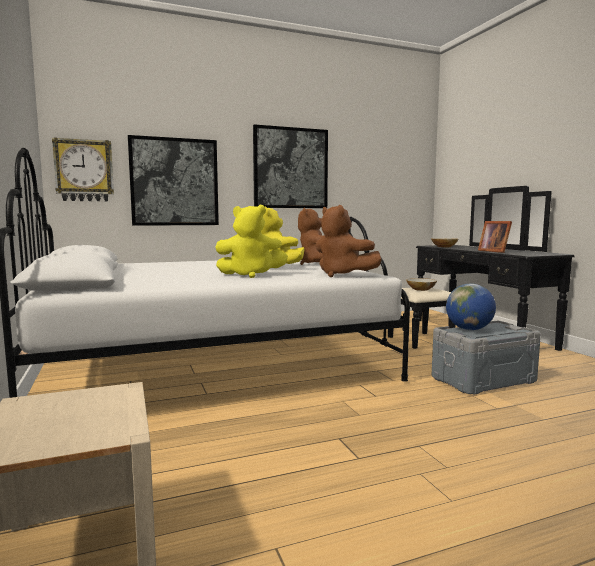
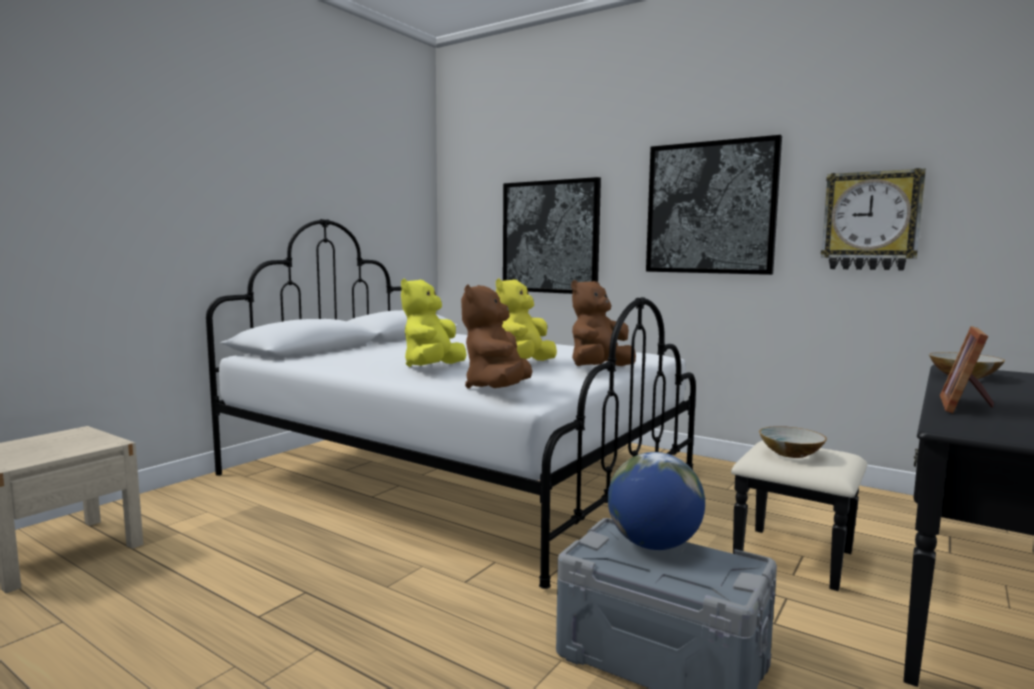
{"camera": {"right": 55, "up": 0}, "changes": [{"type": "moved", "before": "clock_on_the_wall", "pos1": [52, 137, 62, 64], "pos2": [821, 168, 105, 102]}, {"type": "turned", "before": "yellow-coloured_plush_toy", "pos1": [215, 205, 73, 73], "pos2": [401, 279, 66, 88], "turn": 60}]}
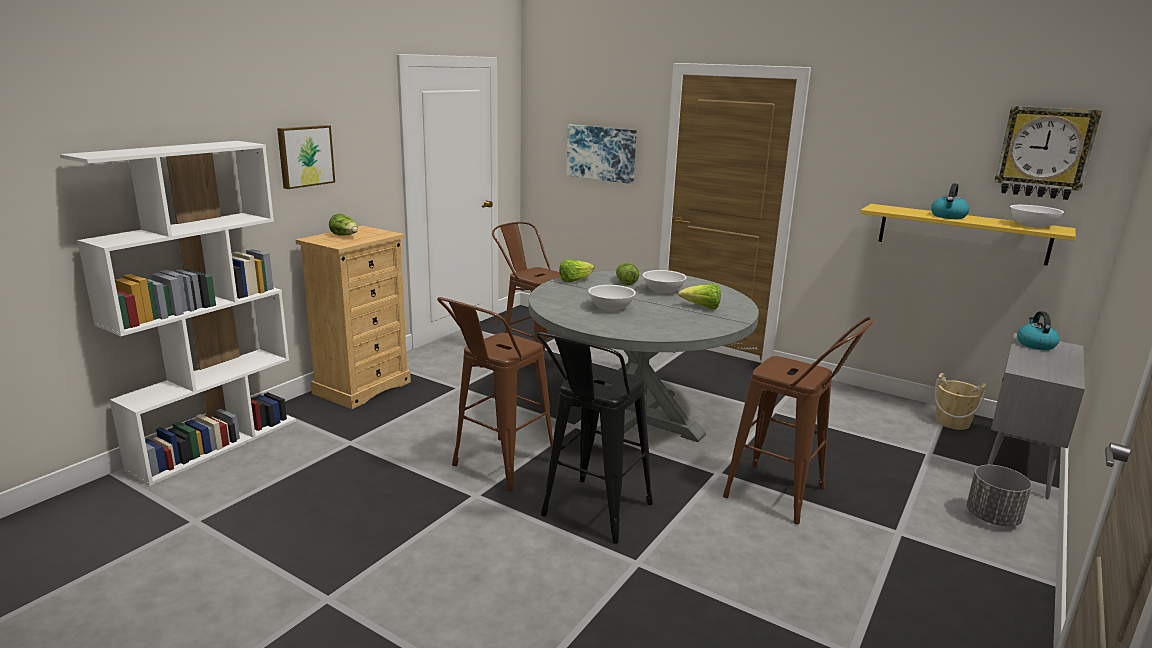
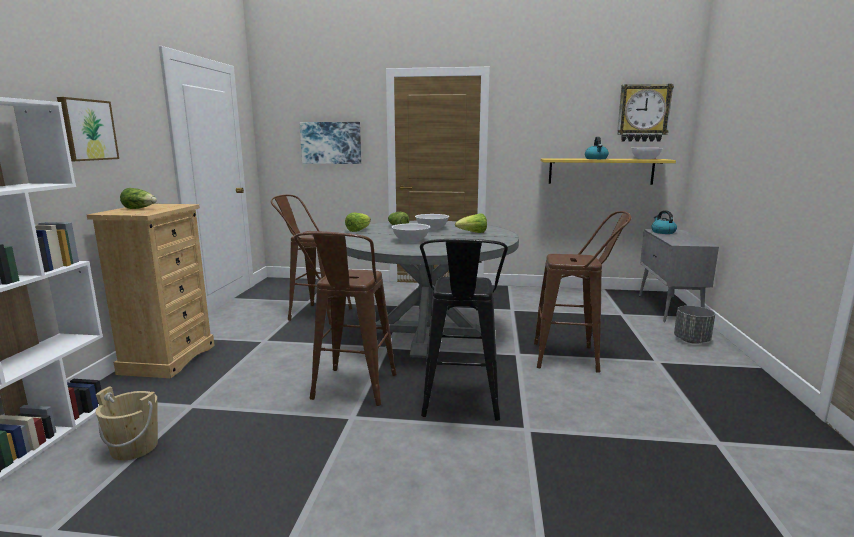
{"camera": {"right": -25, "up": -5}, "changes": [{"type": "moved", "before": "sand-coloured_bucket", "pos1": [935, 373, 51, 57], "pos2": [96, 386, 62, 75]}]}
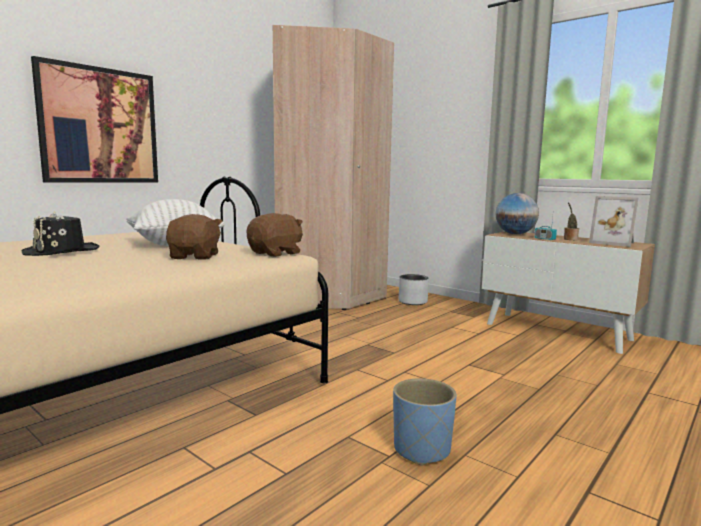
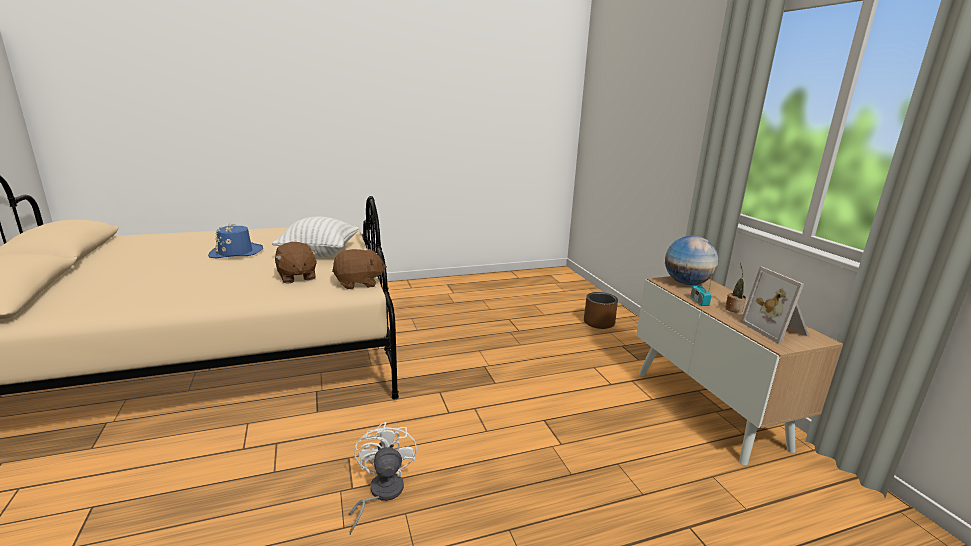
{"camera": {"right": 30, "up": 10}, "changes": [{"type": "removed", "before": "sand-coloured_clothes_cupboard", "pos1": [273, 25, 121, 285]}, {"type": "removed", "before": "picture", "pos1": [31, 56, 127, 127]}, {"type": "recoloured", "before": "blackish_clothing_hat", "after": "bluish_clothing_hat", "pos1": [22, 211, 77, 45], "pos2": [208, 224, 55, 34]}, {"type": "turned", "before": "brown-coloured_plush_toy", "pos1": [166, 214, 57, 46], "pos2": [275, 242, 43, 42], "turn": 120}, {"type": "recoloured", "before": "grey_planter", "after": "brown-coloured_planter", "pos1": [399, 274, 29, 31], "pos2": [584, 292, 34, 37]}, {"type": "replaced", "before": "bluish_planter", "after": "whitish_cooling_fan", "pos1": [393, 378, 64, 88], "pos2": [349, 422, 68, 113]}]}
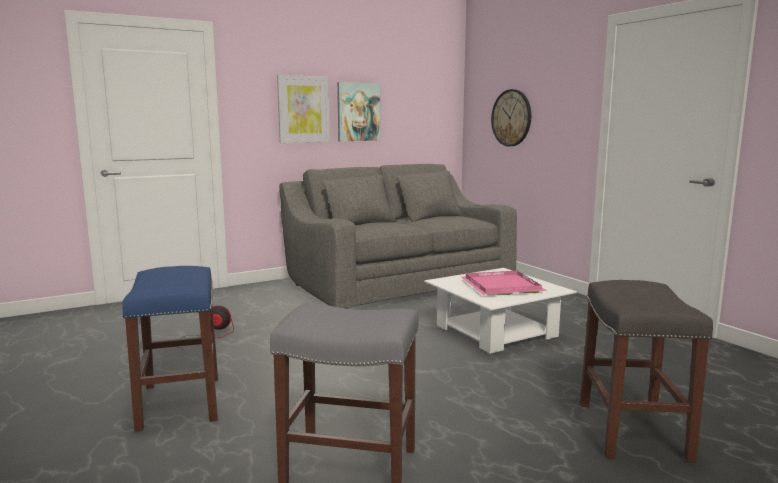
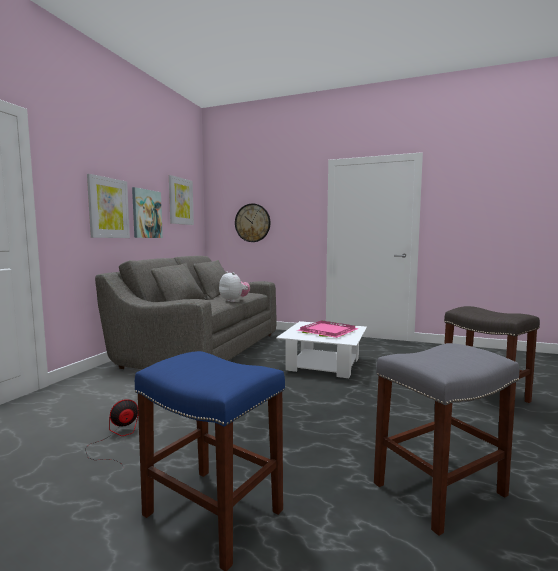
{"camera": {"right": -40, "up": -5}, "changes": [{"type": "added", "after": "picture", "pos2": [169, 175, 25, 50]}, {"type": "added", "after": "plush_toy", "pos2": [219, 271, 31, 31]}]}
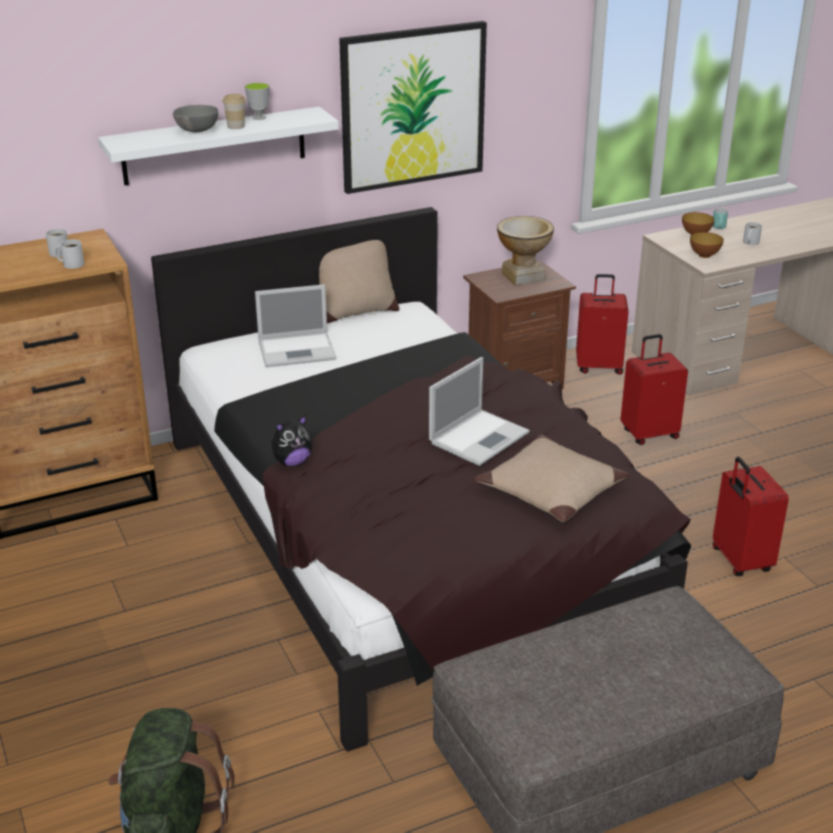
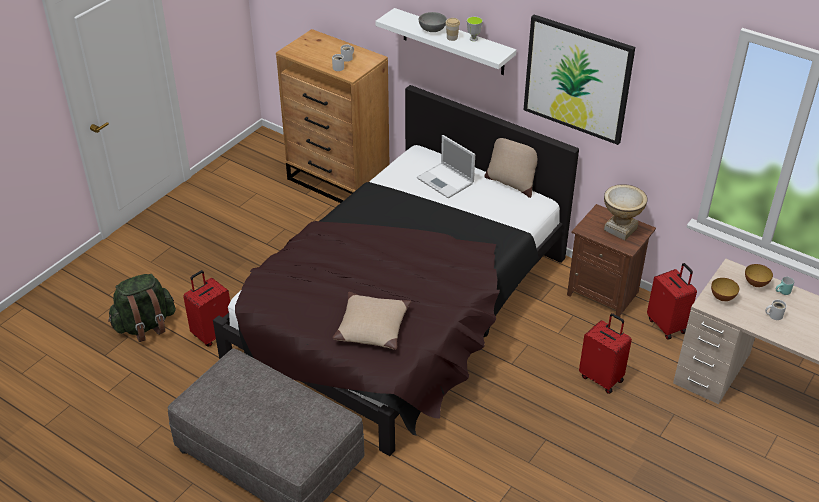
{"camera": {"right": 60, "up": 10}, "changes": [{"type": "removed", "before": "portable_computer", "pos1": [429, 357, 101, 109]}, {"type": "removed", "before": "plush_toy", "pos1": [271, 416, 42, 50]}, {"type": "moved", "before": "red_suitcase", "pos1": [713, 457, 76, 119], "pos2": [183, 270, 47, 76]}]}
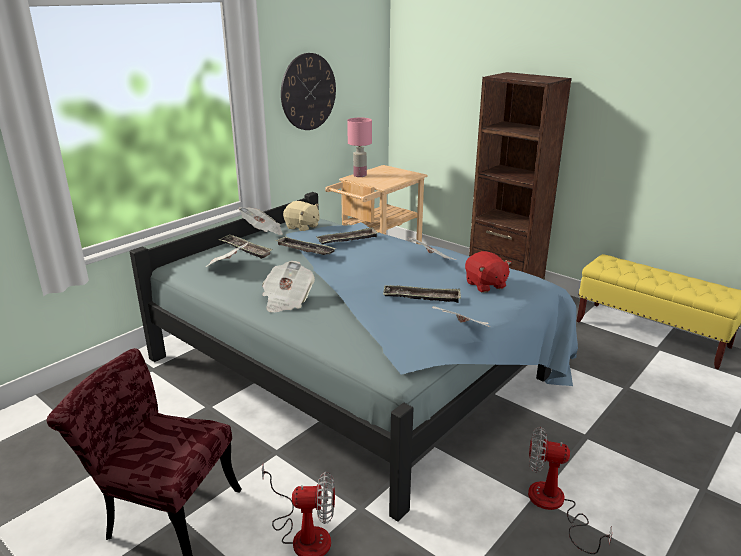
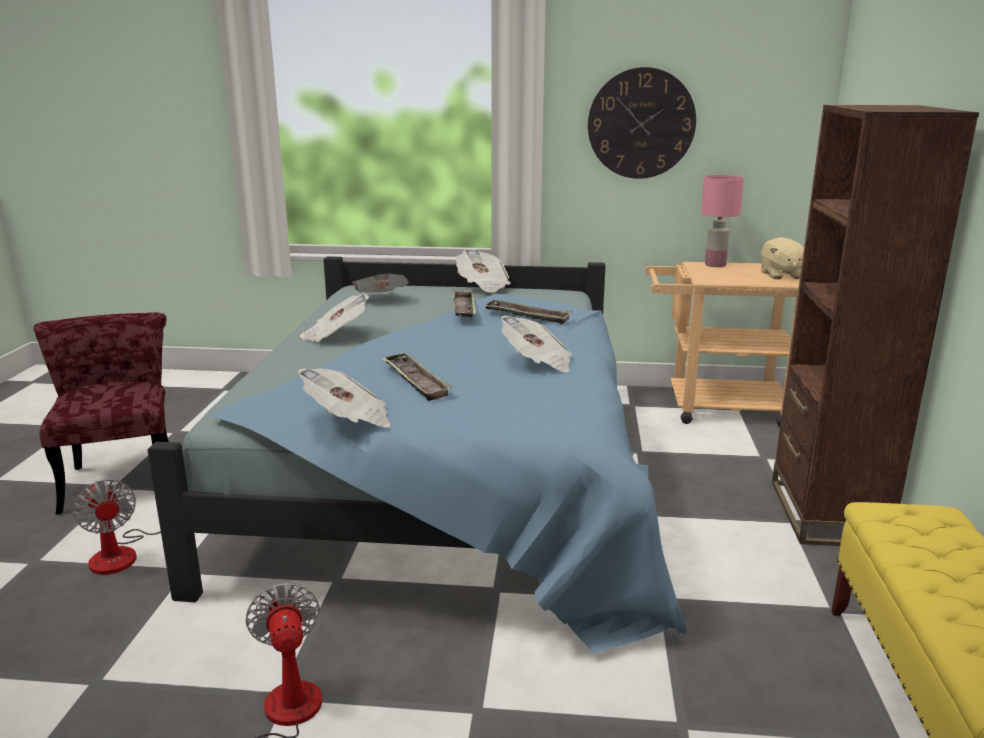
{"camera": {"right": 55, "up": -5}, "changes": [{"type": "moved", "before": "sand-coloured_plush_toy", "pos1": [283, 201, 37, 30], "pos2": [761, 237, 43, 42]}, {"type": "removed", "before": "tray", "pos1": [219, 235, 54, 24]}, {"type": "removed", "before": "red_plush_toy", "pos1": [465, 251, 47, 42]}]}
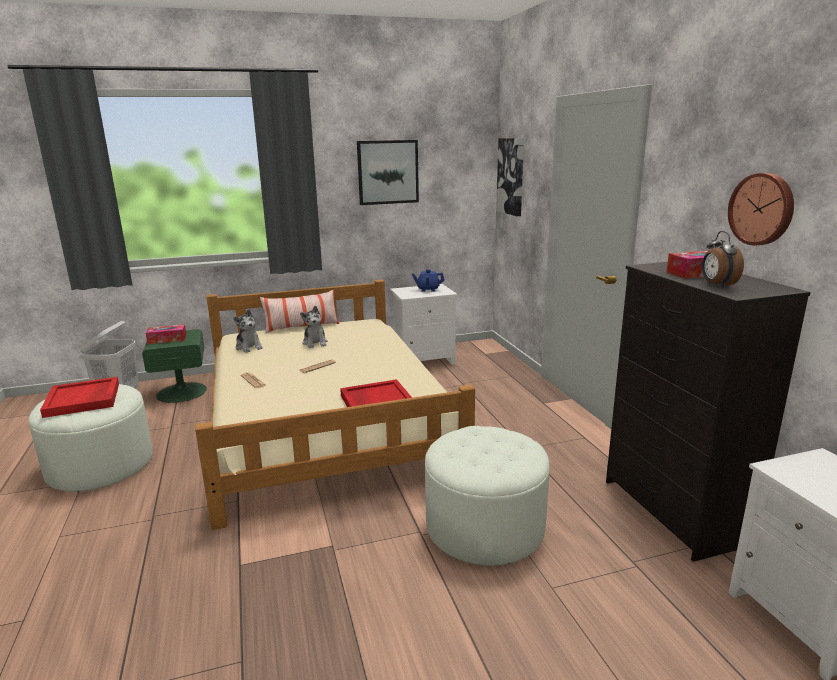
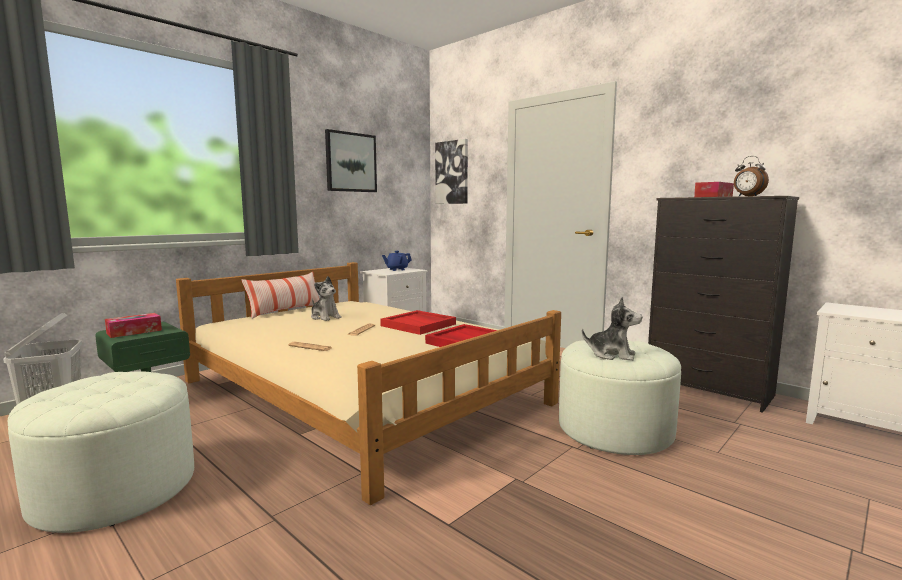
{"camera": {"right": -30, "up": -10}, "changes": [{"type": "removed", "before": "clock_on_the_wall", "pos1": [728, 173, 66, 72]}, {"type": "moved", "before": "plush_toy", "pos1": [234, 309, 29, 44], "pos2": [582, 297, 60, 64]}, {"type": "moved", "before": "red_tray", "pos1": [40, 377, 79, 41], "pos2": [380, 310, 76, 25]}]}
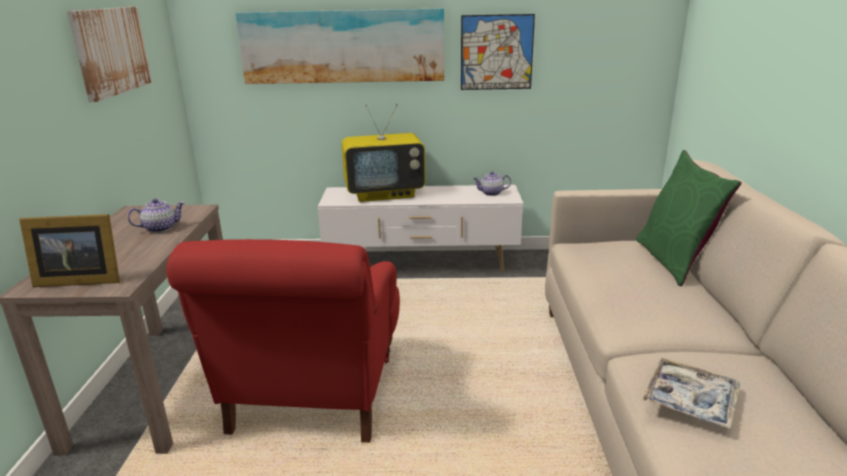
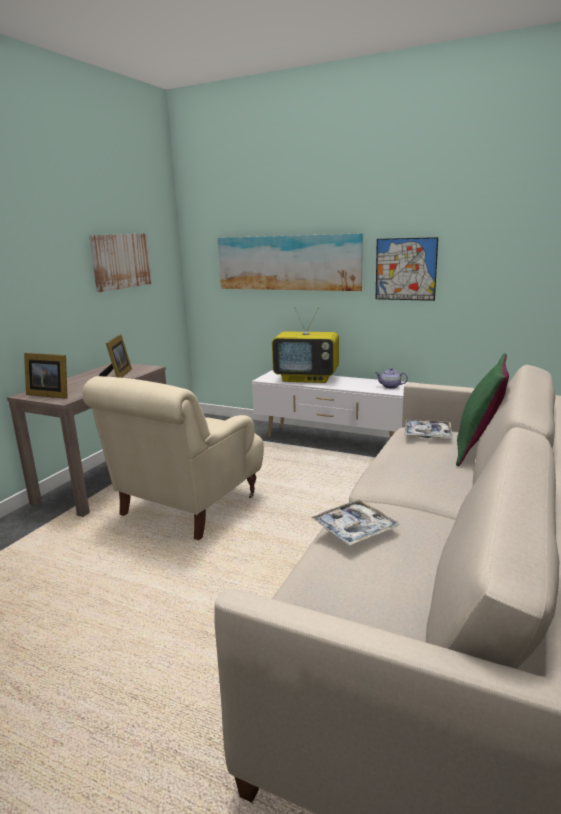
{"camera": {"right": 25, "up": -5}, "changes": [{"type": "replaced", "before": "teapot", "after": "standing_frame", "pos1": [127, 198, 58, 35], "pos2": [99, 334, 33, 44]}, {"type": "recoloured", "before": "red_easy_chair", "after": "sand-coloured_easy_chair", "pos1": [166, 239, 234, 204], "pos2": [82, 376, 182, 164]}, {"type": "added", "after": "tray", "pos2": [405, 420, 48, 18]}]}
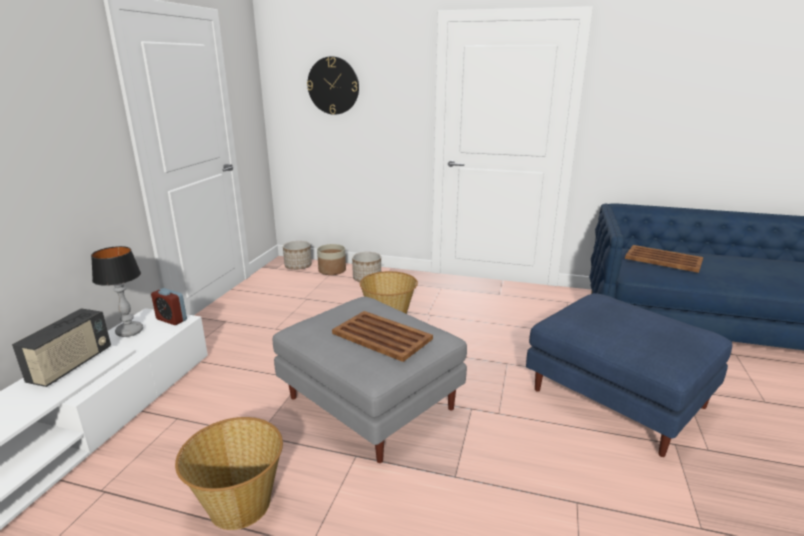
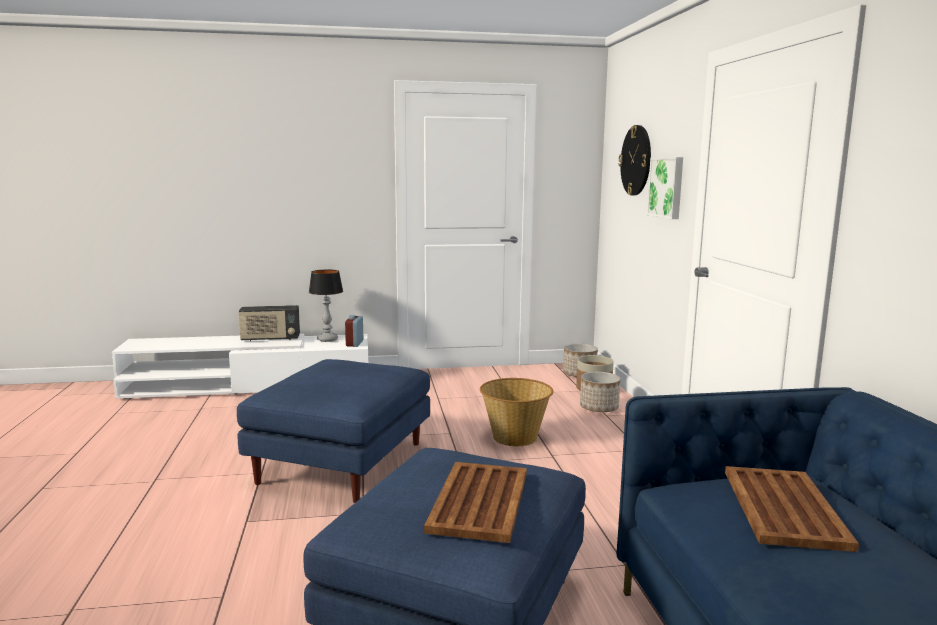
{"camera": {"right": 65, "up": -10}, "changes": [{"type": "recoloured", "before": "grey_pouffe", "after": "bluish_pouffe", "pos1": [273, 297, 194, 166], "pos2": [237, 359, 193, 144]}, {"type": "moved", "before": "brown-coloured_tray", "pos1": [332, 311, 101, 51], "pos2": [424, 462, 103, 81]}, {"type": "removed", "before": "basket", "pos1": [175, 417, 108, 113]}, {"type": "added", "after": "picture", "pos2": [647, 157, 36, 62]}]}
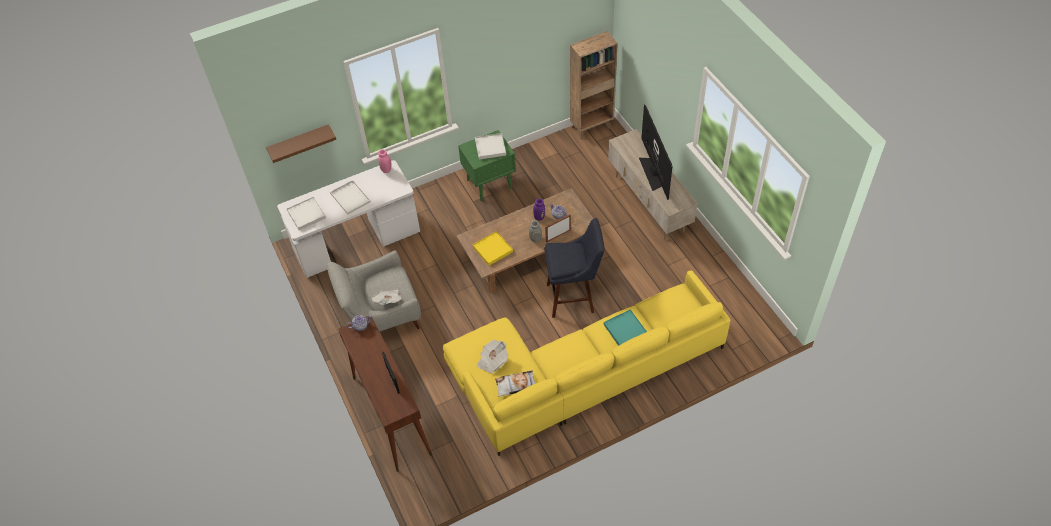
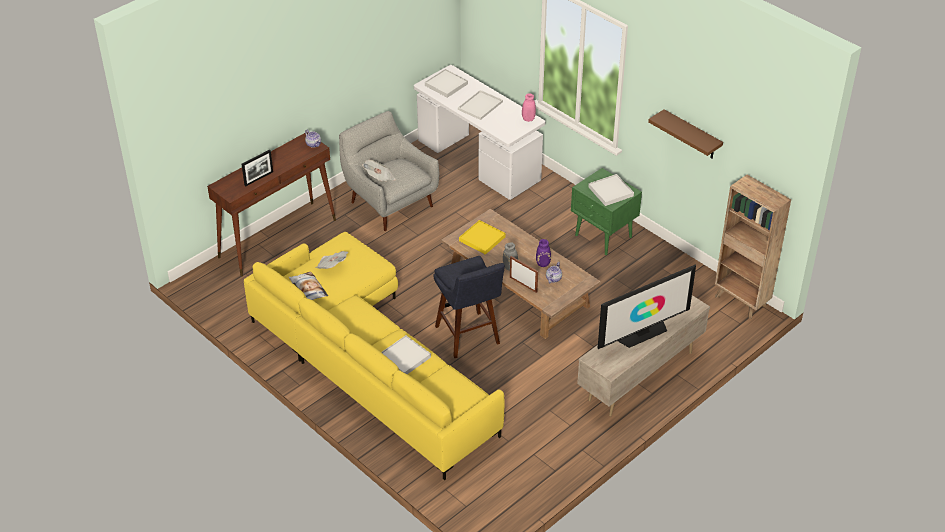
{"camera": {"right": 70, "up": -10}, "changes": [{"type": "moved", "before": "brown-coloured_bracket_shelf", "pos1": [266, 124, 70, 39], "pos2": [648, 109, 75, 50]}, {"type": "recoloured", "before": "blue-green_tray", "after": "whitish_tray", "pos1": [604, 309, 43, 37], "pos2": [381, 335, 50, 39]}]}
